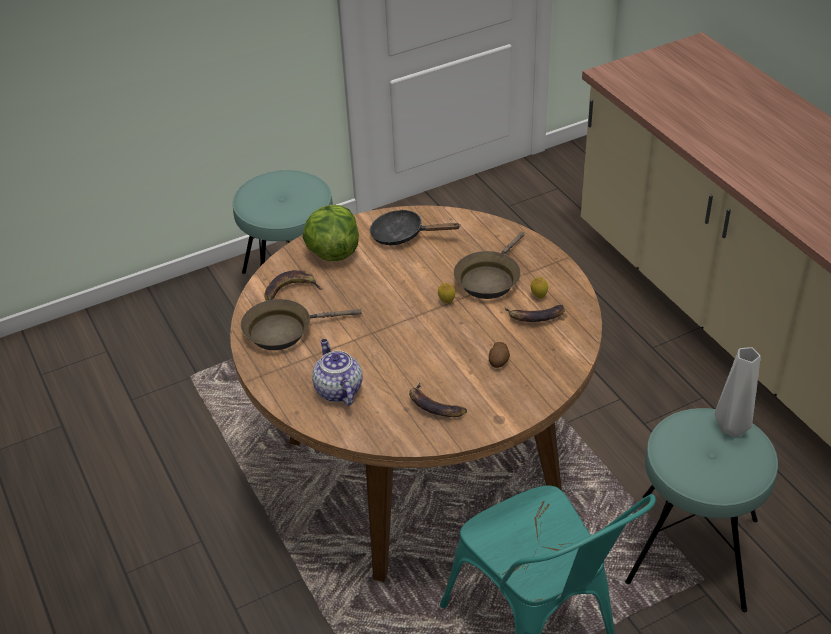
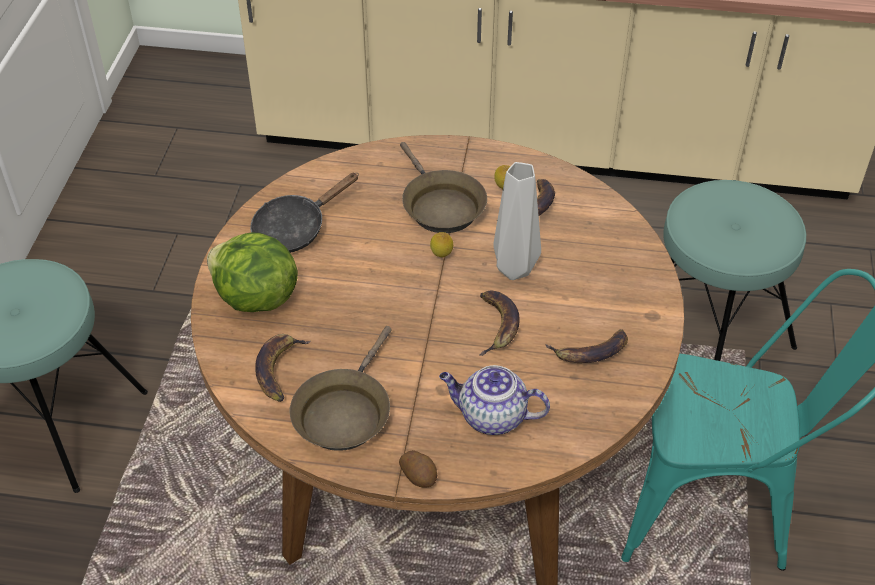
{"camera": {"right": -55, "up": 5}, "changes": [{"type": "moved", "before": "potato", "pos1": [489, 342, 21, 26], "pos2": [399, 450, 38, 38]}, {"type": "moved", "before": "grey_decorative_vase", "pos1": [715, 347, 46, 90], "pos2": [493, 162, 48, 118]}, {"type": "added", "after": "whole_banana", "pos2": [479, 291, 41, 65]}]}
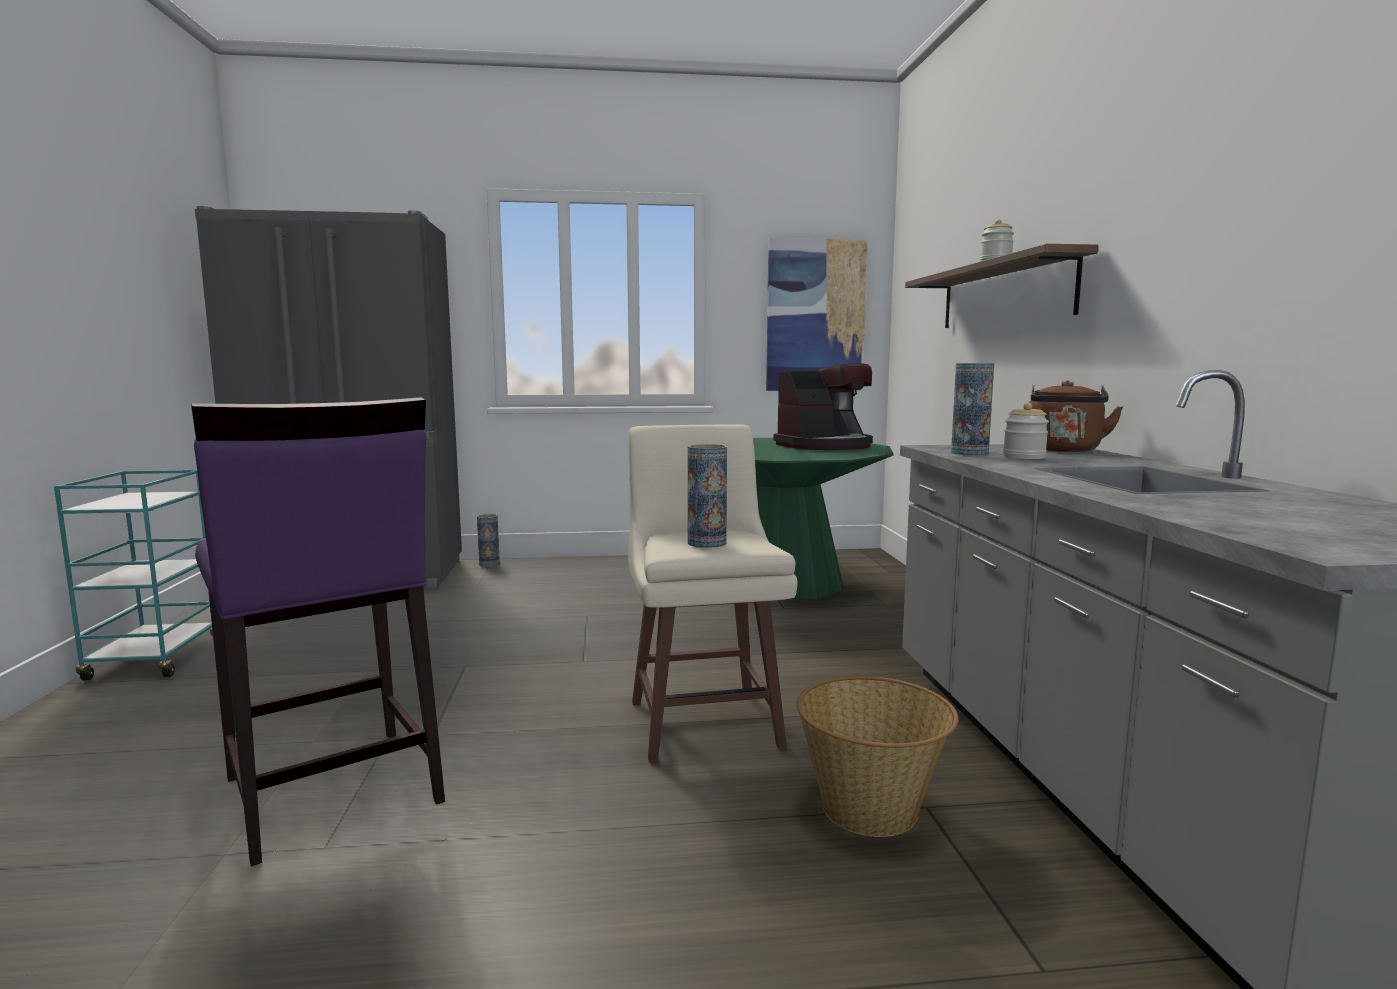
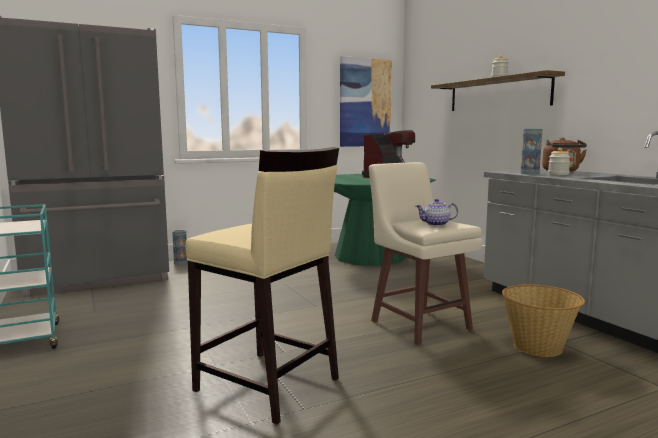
{"camera": {"right": -20, "up": 0}, "changes": [{"type": "recoloured", "before": "purple-coloured_sitting_stool", "after": "sand-coloured_sitting_stool", "pos1": [191, 397, 254, 469], "pos2": [185, 147, 154, 278]}, {"type": "replaced", "before": "decorative_vase", "after": "teapot", "pos1": [688, 444, 39, 104], "pos2": [416, 199, 42, 27]}]}
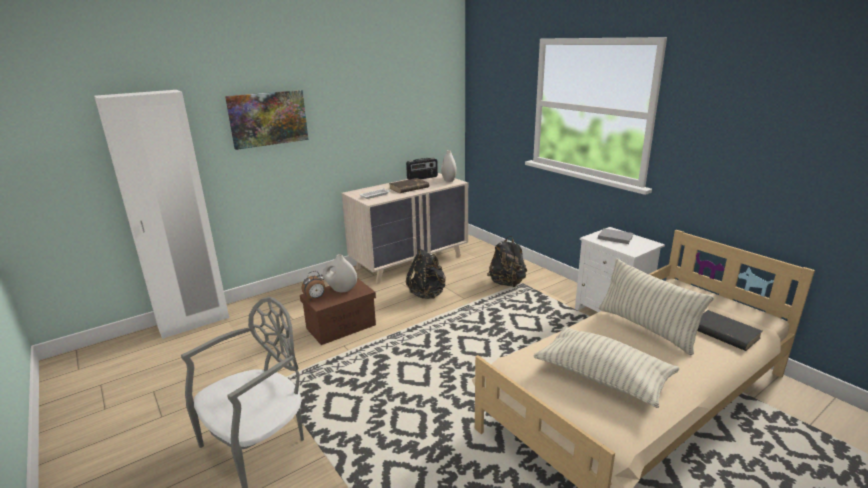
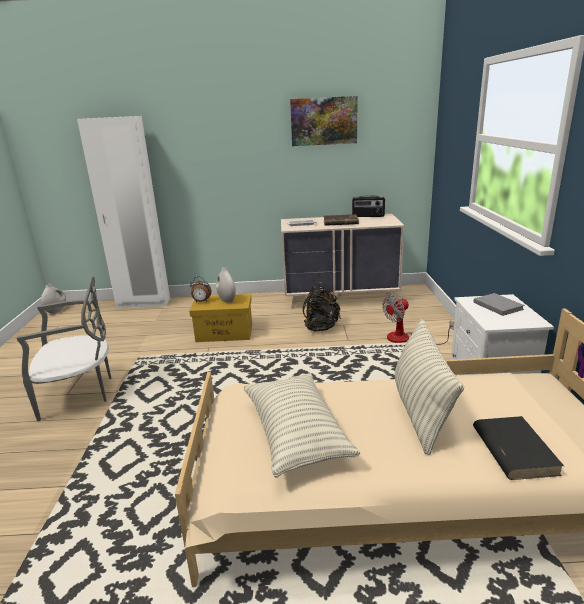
{"camera": {"right": 35, "up": 0}, "changes": [{"type": "moved", "before": "picture", "pos1": [225, 90, 84, 60], "pos2": [290, 96, 68, 50]}, {"type": "moved", "before": "whitish_decorative_vase", "pos1": [441, 150, 16, 32], "pos2": [41, 284, 25, 30]}, {"type": "replaced", "before": "blackish_rucksack", "after": "cooling_fan", "pos1": [487, 236, 40, 52], "pos2": [382, 295, 72, 50]}, {"type": "recoloured", "before": "brown-coloured_storage_bin", "after": "yellow-coloured_storage_bin", "pos1": [300, 278, 76, 67], "pos2": [189, 294, 63, 48]}]}
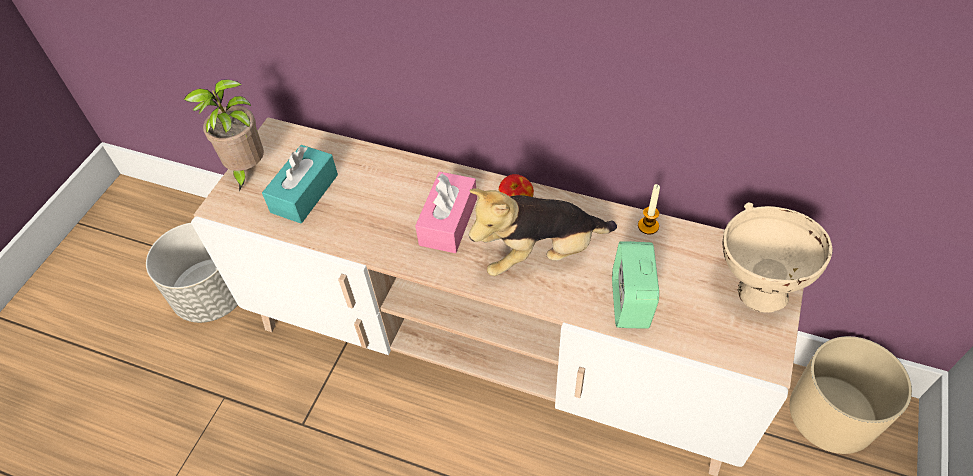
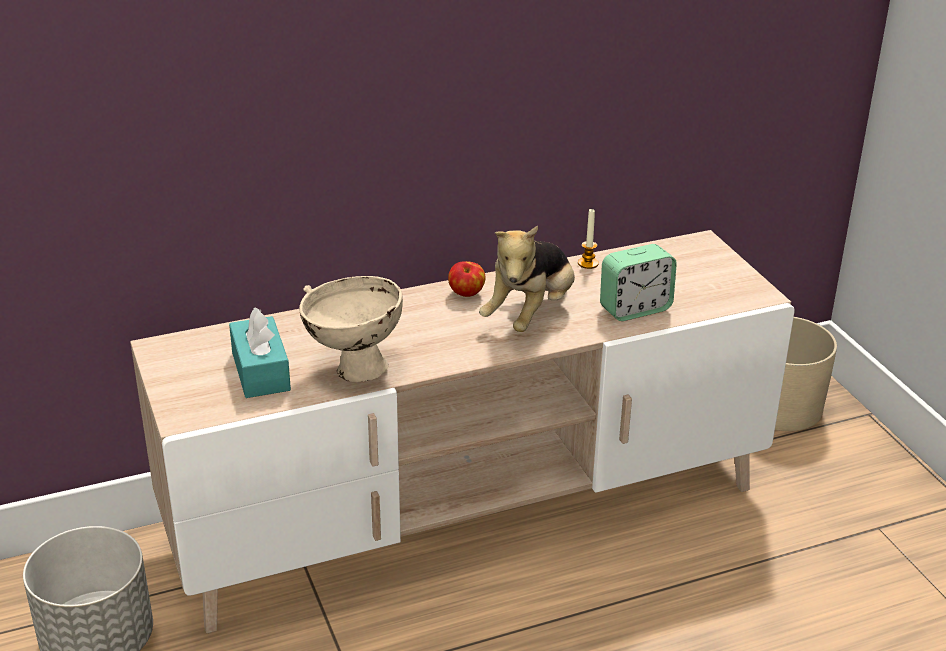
{"camera": {"right": -45, "up": -20}, "changes": [{"type": "removed", "before": "potted_plant", "pos1": [183, 79, 81, 113]}, {"type": "removed", "before": "pink_tissue_box", "pos1": [415, 172, 62, 81]}, {"type": "moved", "before": "sand-coloured_bowl", "pos1": [723, 202, 110, 111], "pos2": [299, 276, 104, 106]}, {"type": "turned", "before": "alarm_clock", "pos1": [612, 241, 47, 88], "pos2": [600, 244, 77, 77], "turn": -75}]}
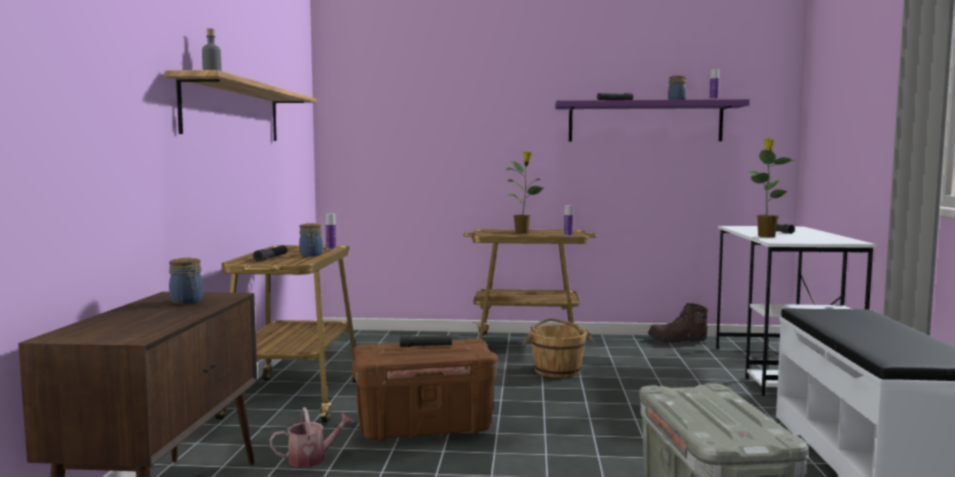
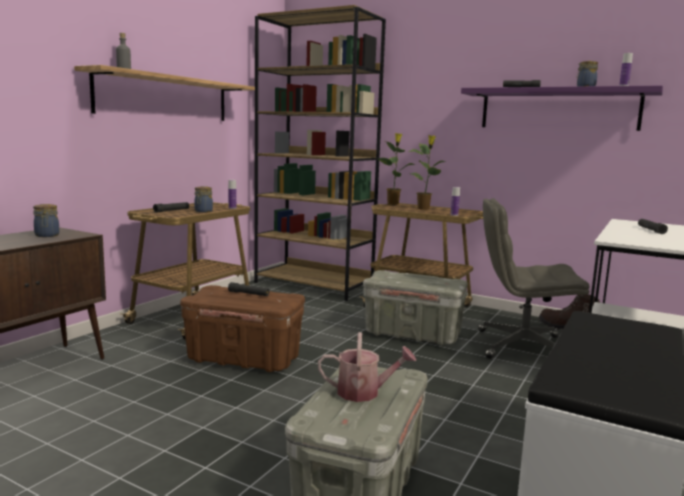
{"camera": {"right": 25, "up": 5}, "changes": [{"type": "moved", "before": "potted_plant", "pos1": [747, 139, 47, 98], "pos2": [377, 133, 39, 72]}, {"type": "replaced", "before": "brown-coloured_bucket", "after": "grey_storage_bin", "pos1": [523, 318, 71, 60], "pos2": [363, 270, 105, 75]}, {"type": "moved", "before": "watering_can", "pos1": [270, 407, 84, 60], "pos2": [318, 332, 98, 70]}, {"type": "added", "after": "brown-coloured_shelving_unit", "pos2": [254, 5, 132, 296]}, {"type": "added", "after": "grey_office_chair", "pos2": [478, 198, 112, 161]}]}
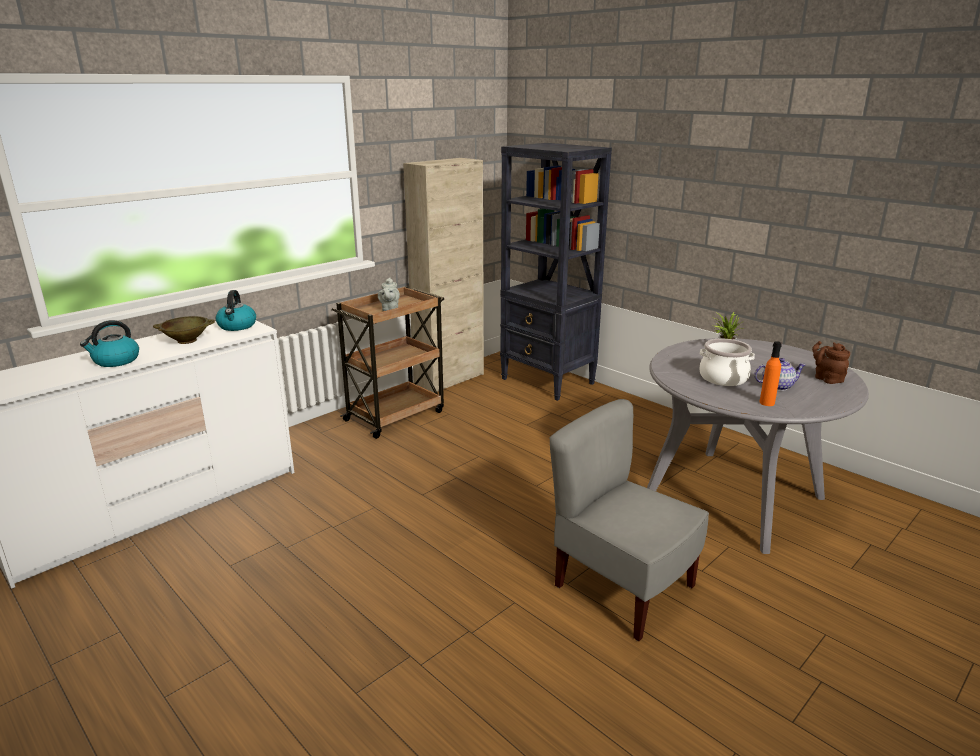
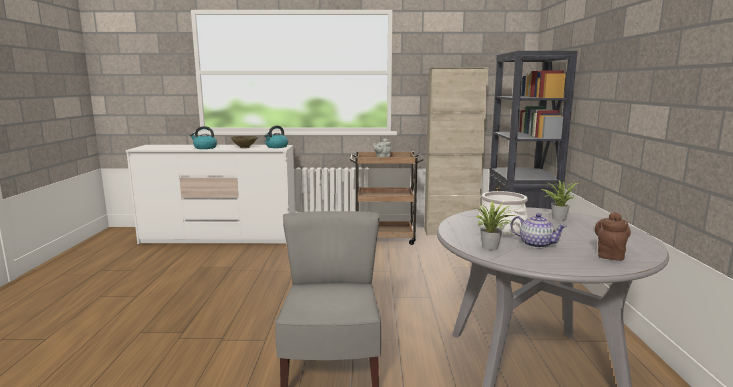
{"camera": {"right": 45, "up": -10}, "changes": [{"type": "replaced", "before": "orange-coloured_beverage_bottle", "after": "potted_plant", "pos1": [759, 341, 23, 65], "pos2": [476, 201, 41, 49]}]}
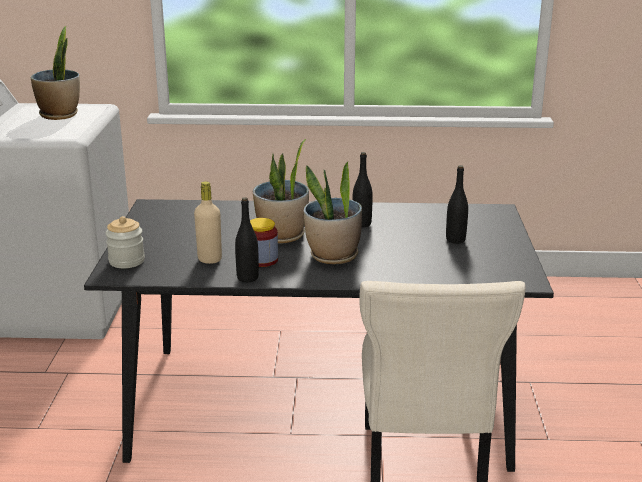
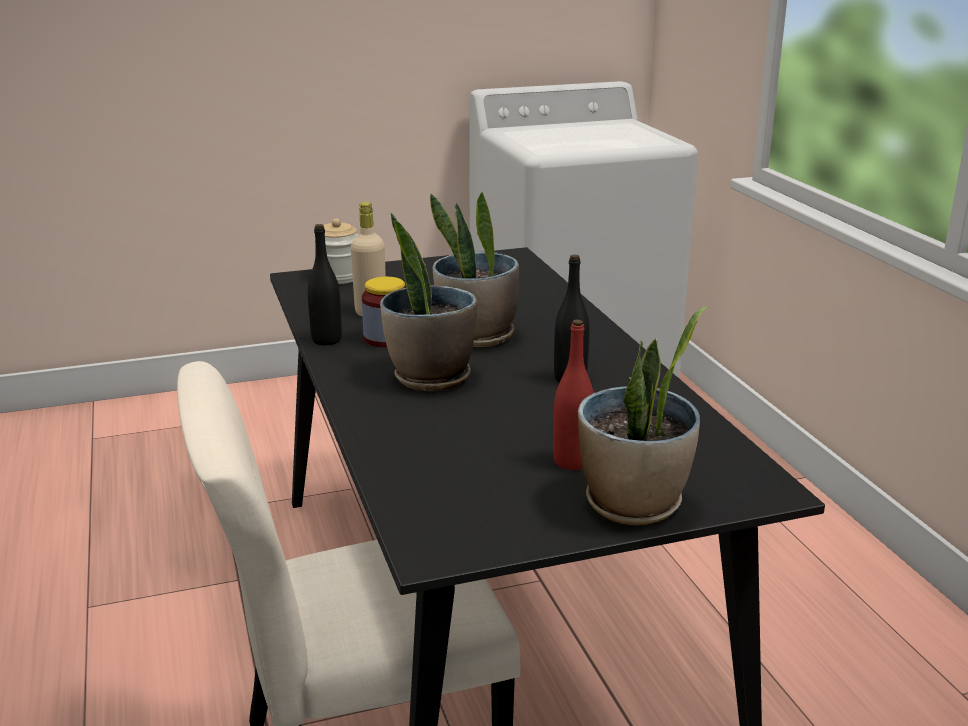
{"camera": {"right": 70, "up": 0}, "changes": [{"type": "moved", "before": "potted_plant", "pos1": [31, 26, 49, 94], "pos2": [578, 306, 129, 219]}, {"type": "recoloured", "before": "blackish_beverage_bottle", "after": "red_beverage_bottle", "pos1": [446, 165, 22, 79], "pos2": [553, 319, 41, 151]}]}
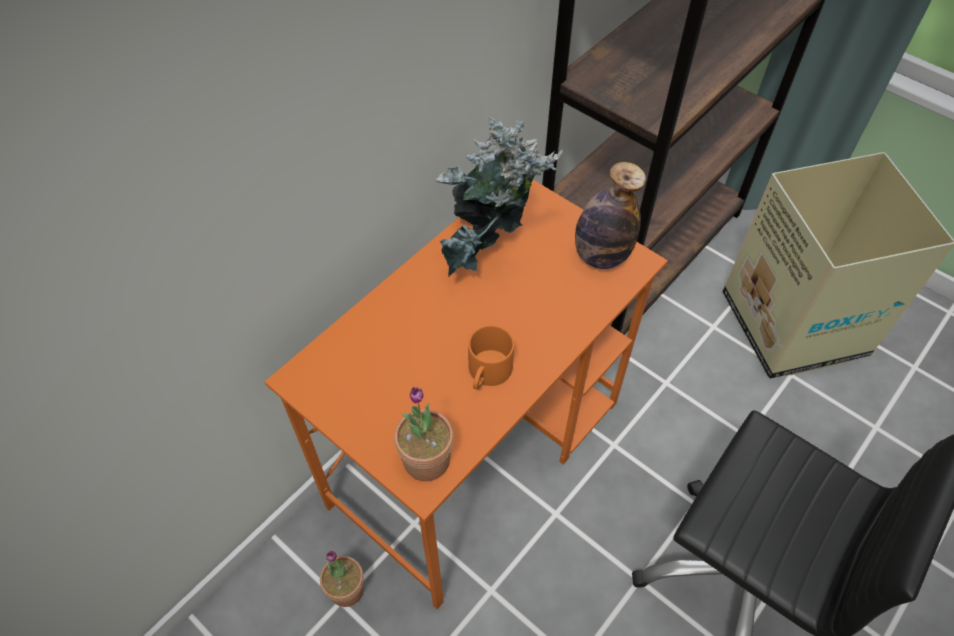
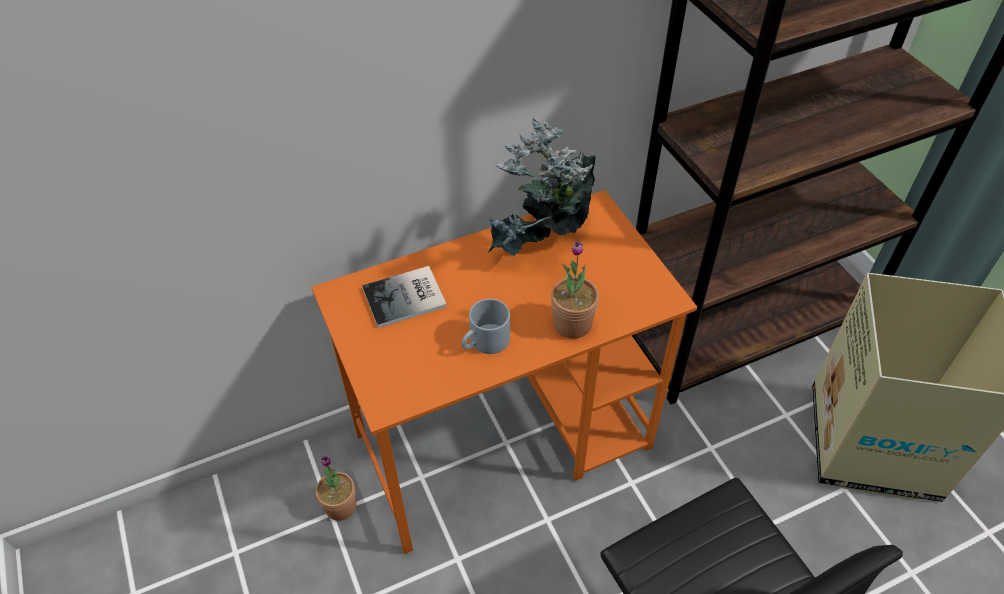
{"camera": {"right": 25, "up": -5}, "changes": [{"type": "removed", "before": "beverage_bottle", "pos1": [575, 162, 71, 107]}, {"type": "recoloured", "before": "orange-coloured_mug", "after": "grey_mug", "pos1": [468, 325, 46, 65], "pos2": [461, 299, 49, 55]}, {"type": "moved", "before": "potted_plant", "pos1": [394, 387, 60, 94], "pos2": [551, 241, 48, 98]}, {"type": "added", "after": "bound_book", "pos2": [362, 266, 85, 62]}]}
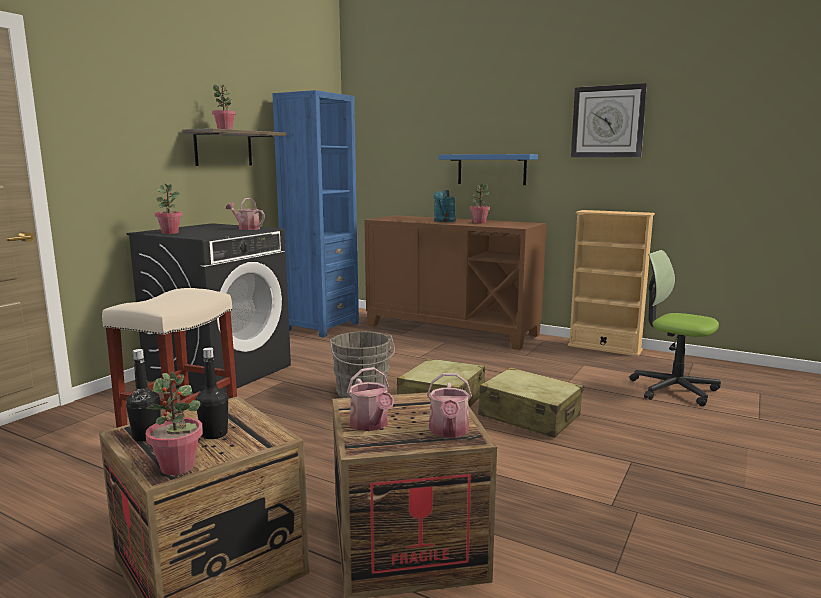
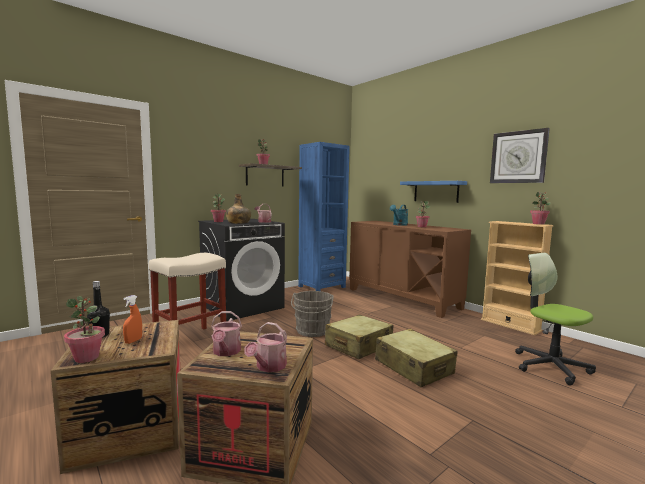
{"camera": {"right": 20, "up": -5}, "changes": [{"type": "replaced", "before": "blackish_beverage_bottle", "after": "orange-coloured_sprayer", "pos1": [195, 347, 33, 92], "pos2": [123, 295, 19, 49]}, {"type": "added", "after": "potted_plant", "pos2": [530, 192, 21, 33]}, {"type": "added", "after": "green_beverage_bottle", "pos2": [226, 194, 25, 30]}]}
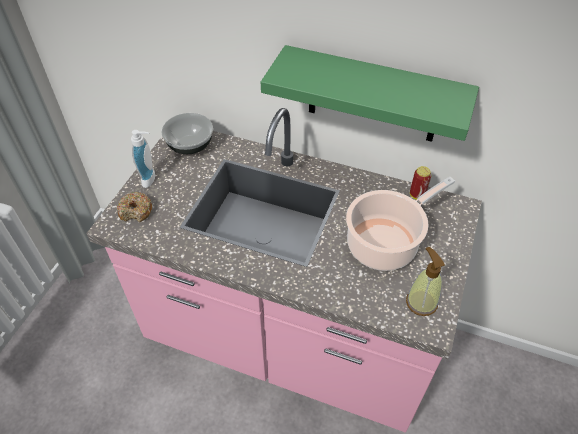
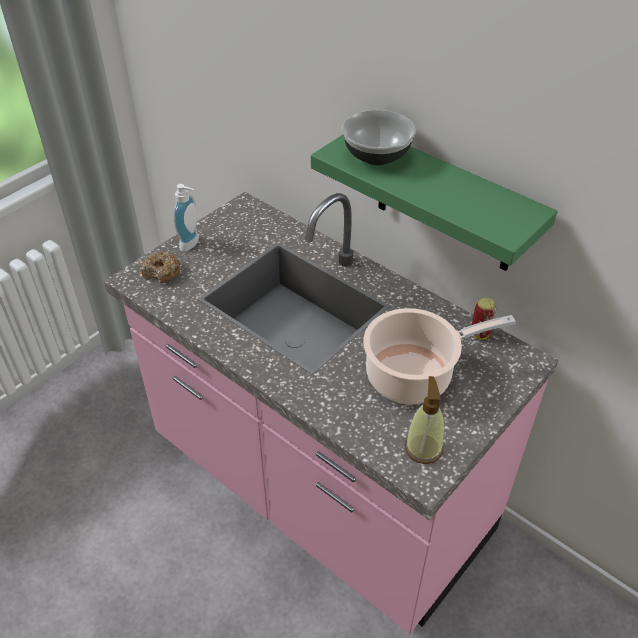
{"camera": {"right": 20, "up": -5}, "changes": [{"type": "moved", "before": "bowl", "pos1": [162, 113, 51, 41], "pos2": [342, 110, 74, 55]}]}
